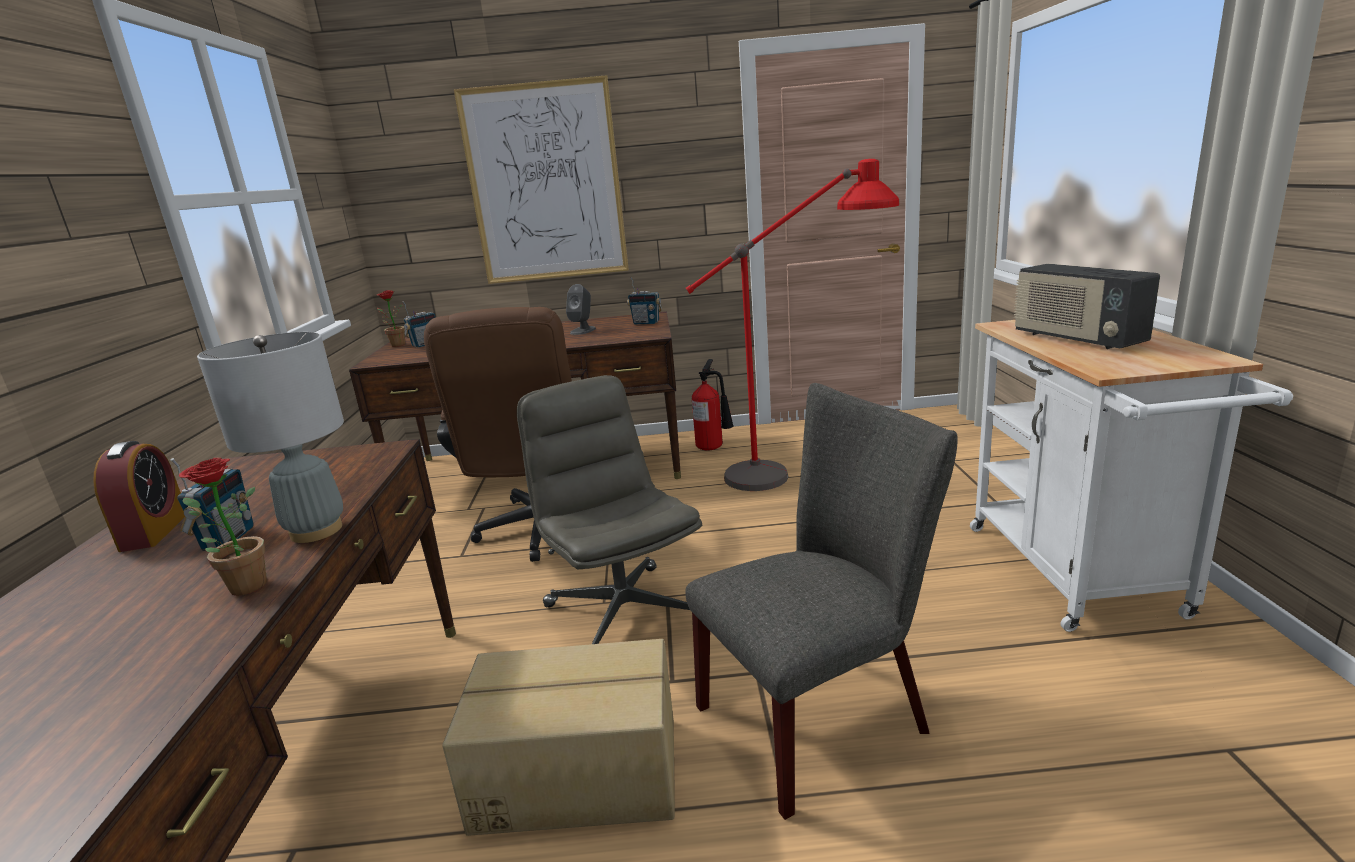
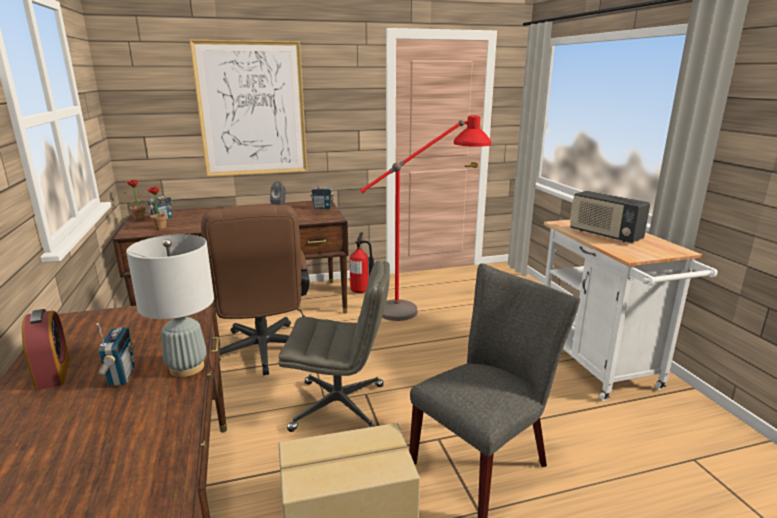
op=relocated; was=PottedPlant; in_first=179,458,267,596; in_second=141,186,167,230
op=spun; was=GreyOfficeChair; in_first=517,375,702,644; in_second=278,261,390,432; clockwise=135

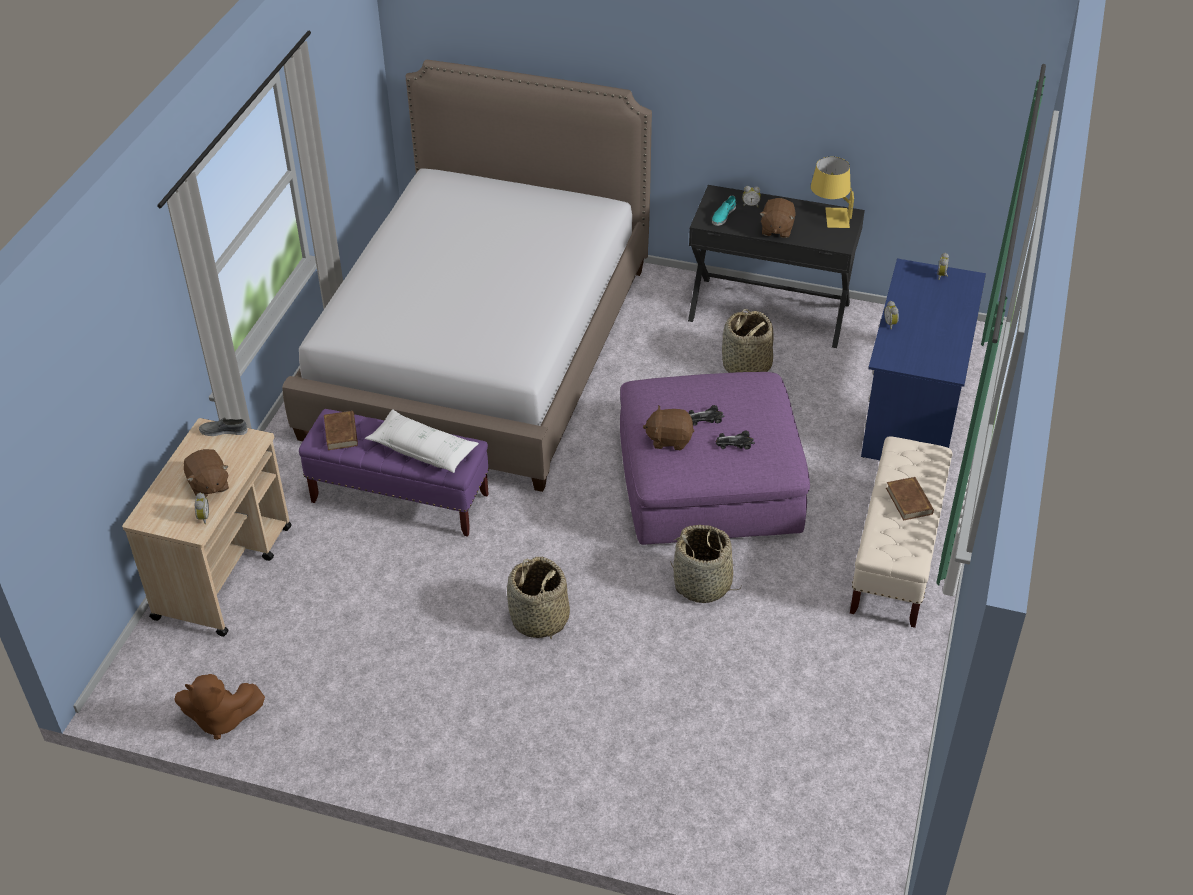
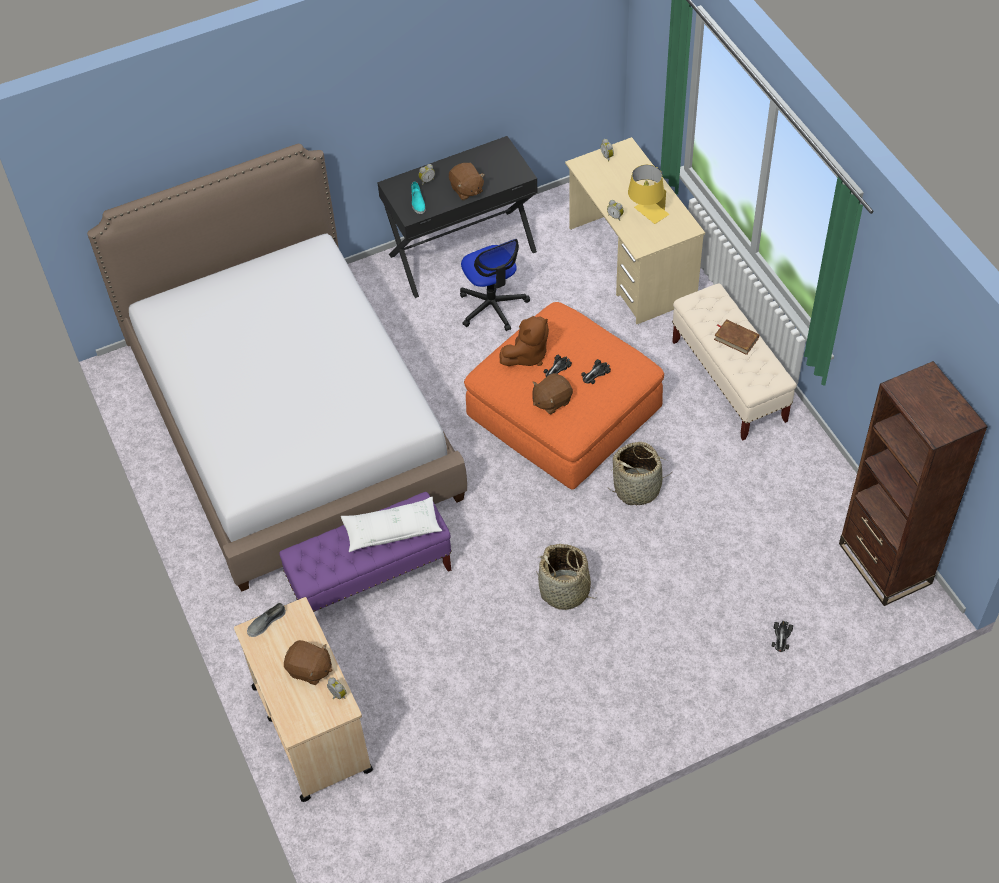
op=relocated; was=BrownPlushToy; in_first=174,674,265,740; in_second=500,316,549,366
op=missing; was=BrownBook; in_first=324,411,358,450
op=colour; was=PurpleOttoman; now=OrangeOttoman; in_first=620,372,810,545; in_second=464,302,664,490
op=exchanged; was=Basket; now=OfficeChair; in_first=722,309,773,373; in_second=460,239,530,331
op=relocated; was=YellowTableLamp; in_first=811,157,854,228; in_second=628,165,669,224
op=colour; was=BlueDesk; now=BeigeDesk; in_first=861,258,986,460; in_second=565,137,705,324
op=appeared; now=ToyCar; in_second=772,621,793,652
op=appeared; now=BrownBookcase; in_second=839,361,988,606

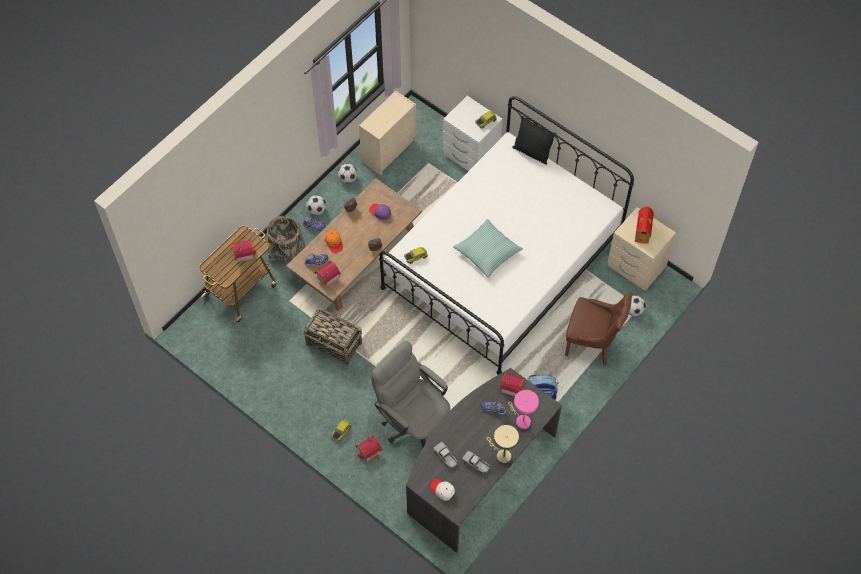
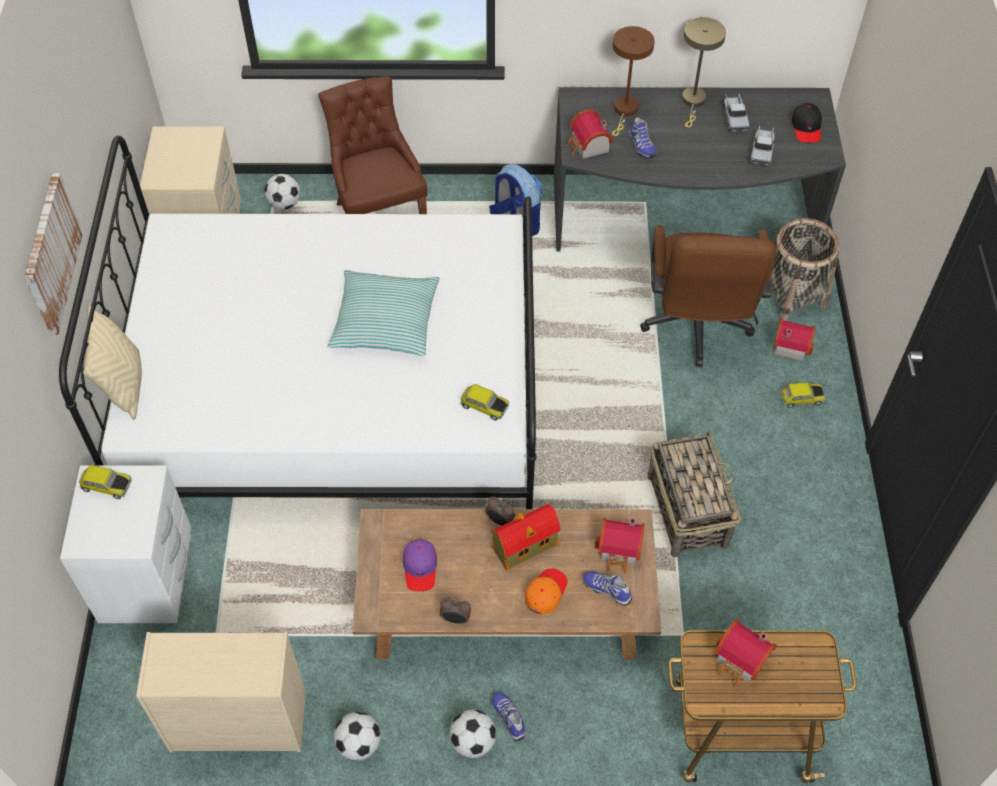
op=relocated; was=Basket; in_first=267,216,305,262; in_second=771,218,839,321
op=colour; was=GreyOfficeChair; now=BrownOfficeChair; in_first=371,341,450,447; in_second=640,225,777,367
op=colour; was=WhiteCap; now=BlackCap; in_first=430,479,455,501; in_second=792,103,822,143
op=colour; was=PinkTableLamp; now=BrownTableLamp; in_first=508,390,539,429; in_second=612,26,655,136
op=colour; was=BlackPillow; now=BeigePillow; in_first=512,116,556,165; in_second=83,303,142,420
op=relocated; was=ToyHouse; in_first=635,206,654,244; in_second=490,504,561,570
op=appeared; now=Picture; in_second=24,173,83,335

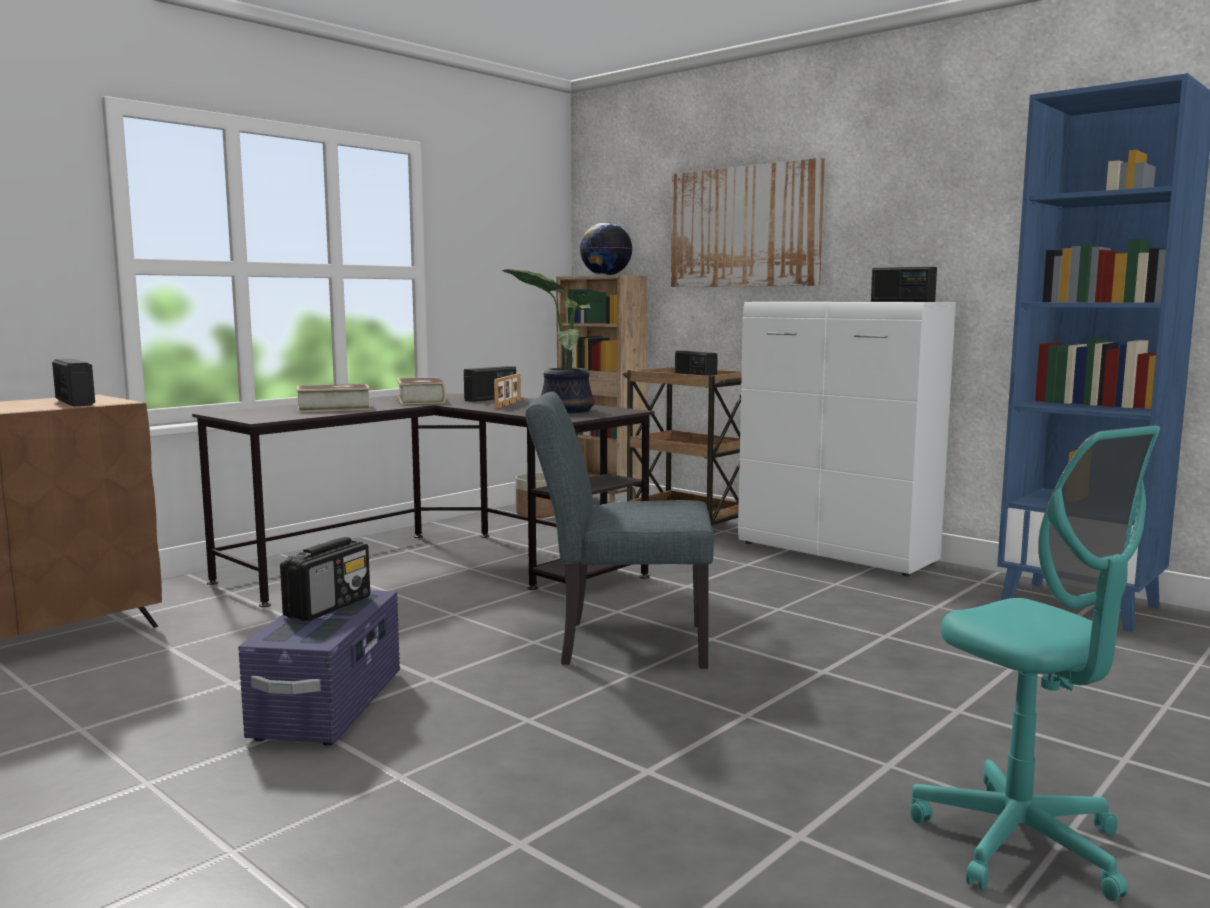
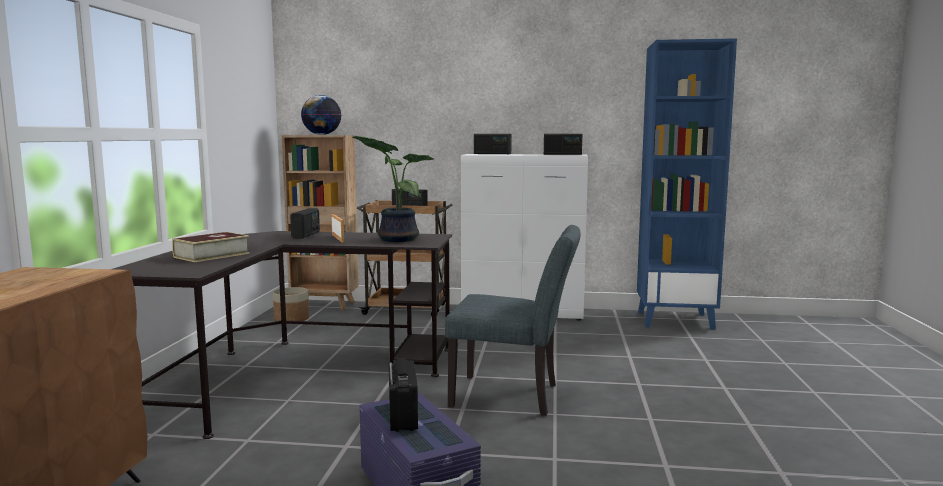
op=relocated; was=Radio; in_first=52,359,95,407; in_second=474,134,512,154
op=missing; was=Book; in_first=397,377,446,405
op=spun; was=GreyChair; in_first=525,392,714,669; in_second=445,225,581,416; clockwise=-135
op=missing; was=Picture; in_first=671,158,825,287
op=missing; was=TurquoiseOfficeChair; in_first=910,425,1160,901

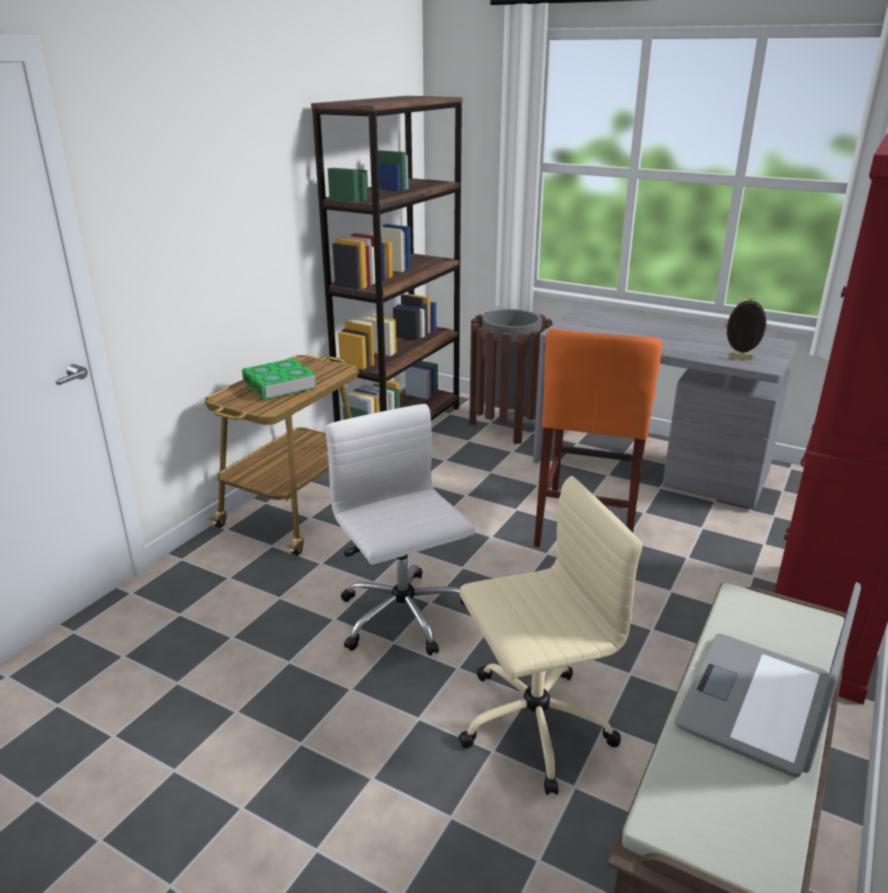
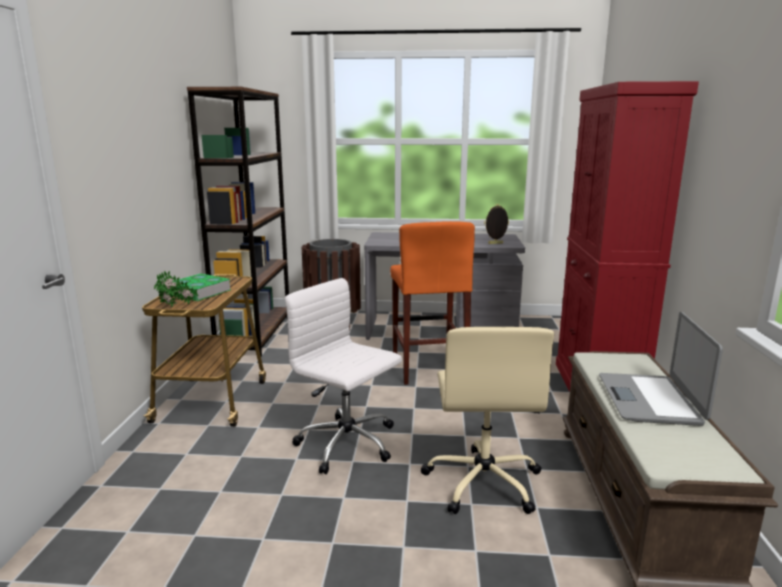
op=spun; was=BeigeOfficeChair; in_first=458,476,642,795; in_second=421,327,554,514; clockwise=135
op=appeared; now=PottedPlant; in_second=154,271,199,307

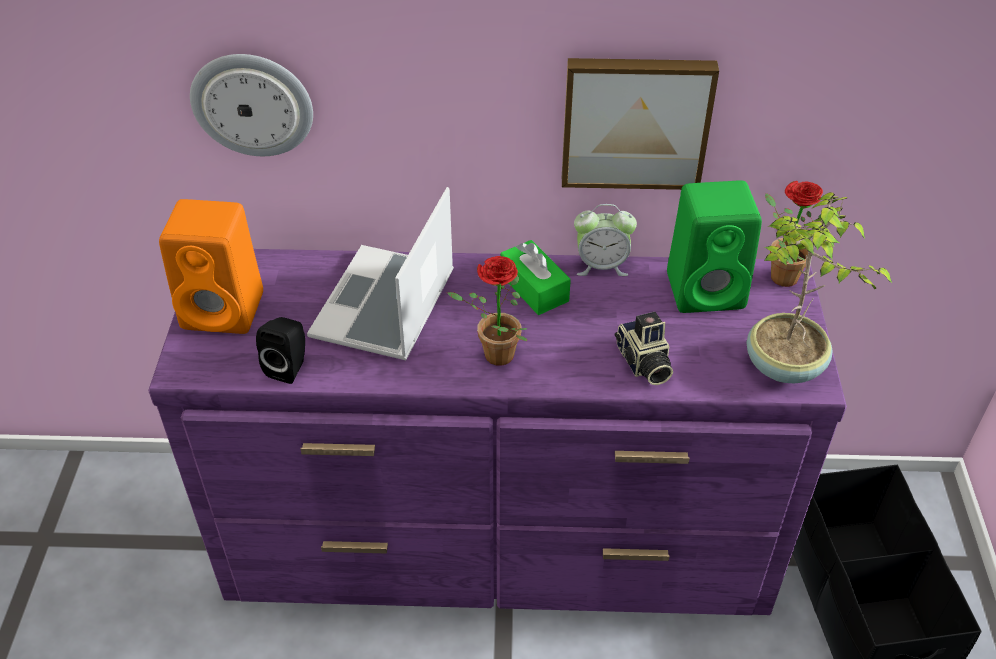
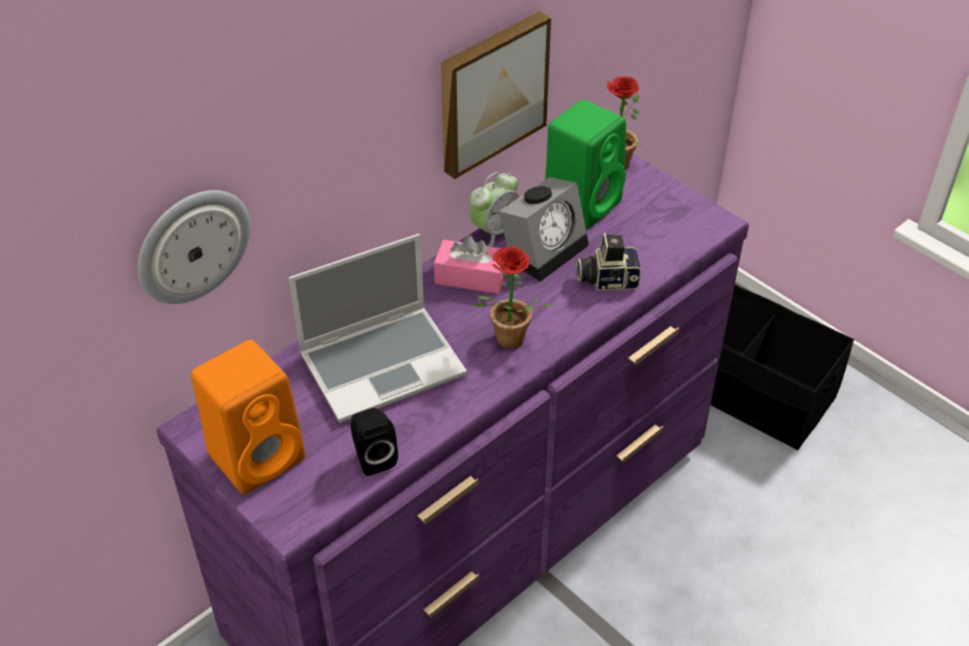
op=spun; was=Laptop; in_first=307,187,454,360; in_second=289,234,467,423; clockwise=-90
op=colour; was=GreenTissueBox; now=PinkTissueBox; in_first=501,240,571,315; in_second=434,236,506,294
op=spun; was=PhotoCamera; in_first=615,312,673,385; in_second=577,233,641,291; clockwise=150
op=missing; was=PottedPlant; in_first=747,192,892,383
op=appeared; now=AlarmClock; in_second=499,177,589,282

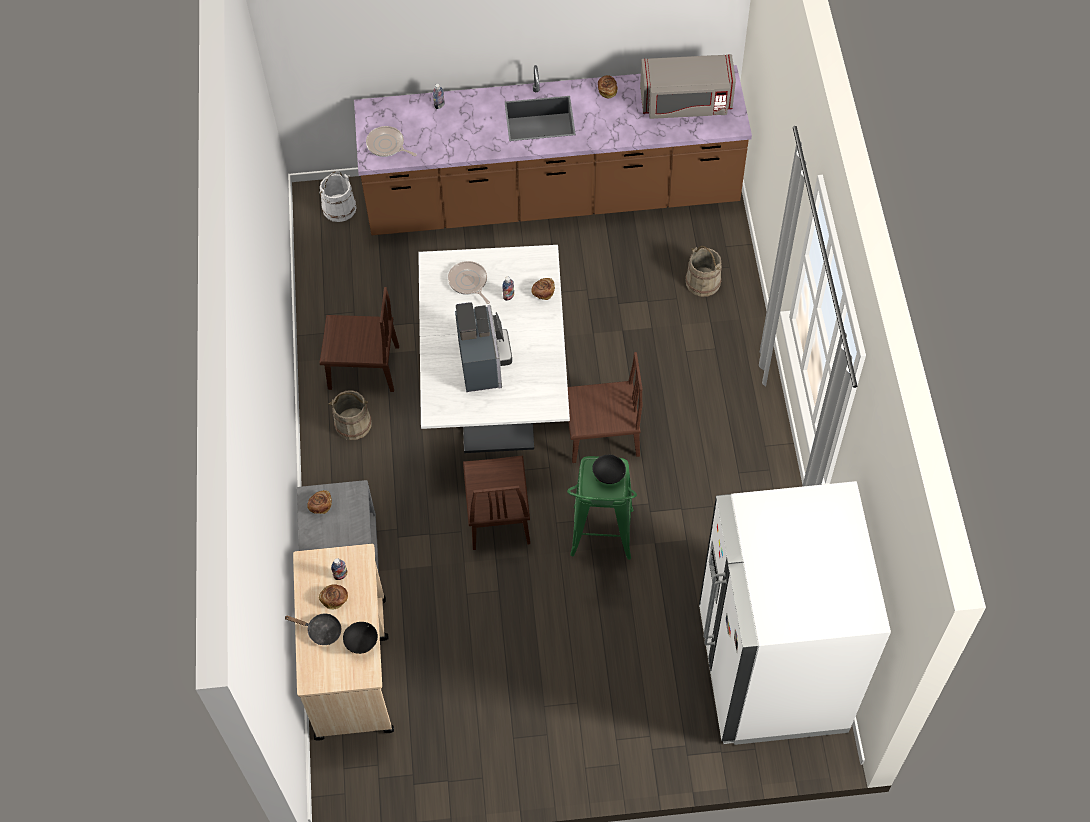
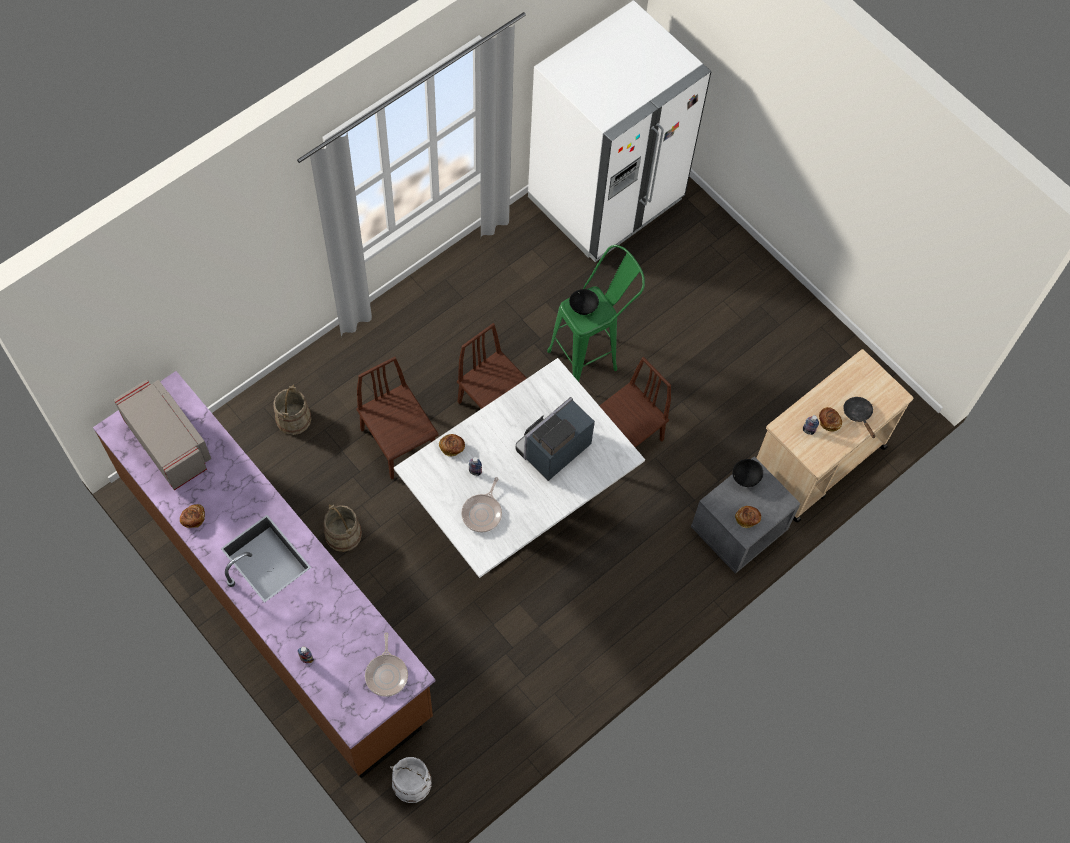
op=relocated; was=BrownChair; in_first=320,287,399,392; in_second=356,357,439,479
op=relocated; was=BeigeBucket; in_first=329,390,372,440; in_second=324,504,362,552
op=relocated; was=BlackBowl; in_first=343,622,378,654; in_second=732,459,763,487

